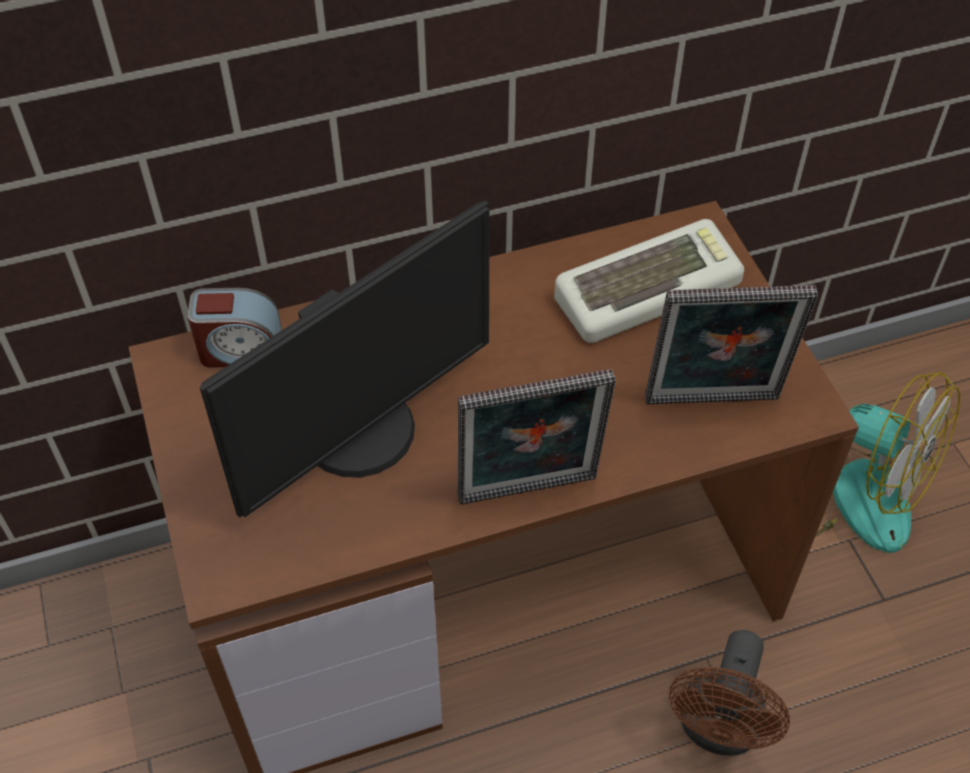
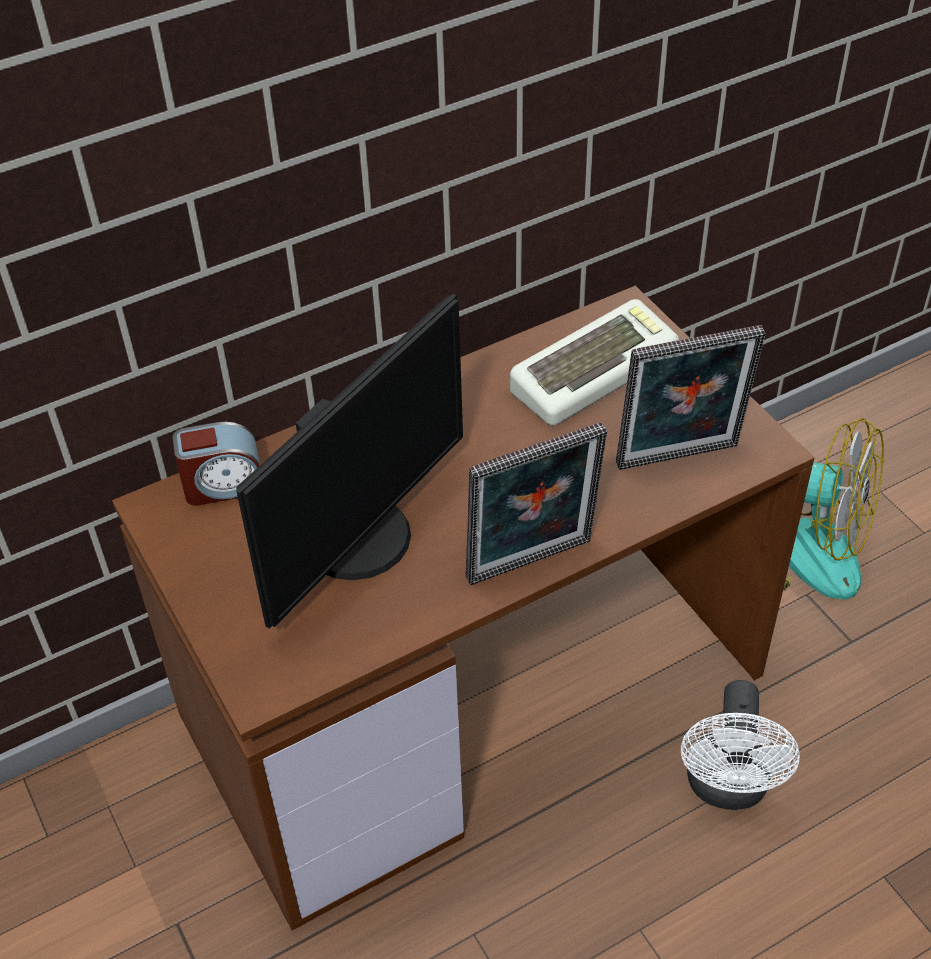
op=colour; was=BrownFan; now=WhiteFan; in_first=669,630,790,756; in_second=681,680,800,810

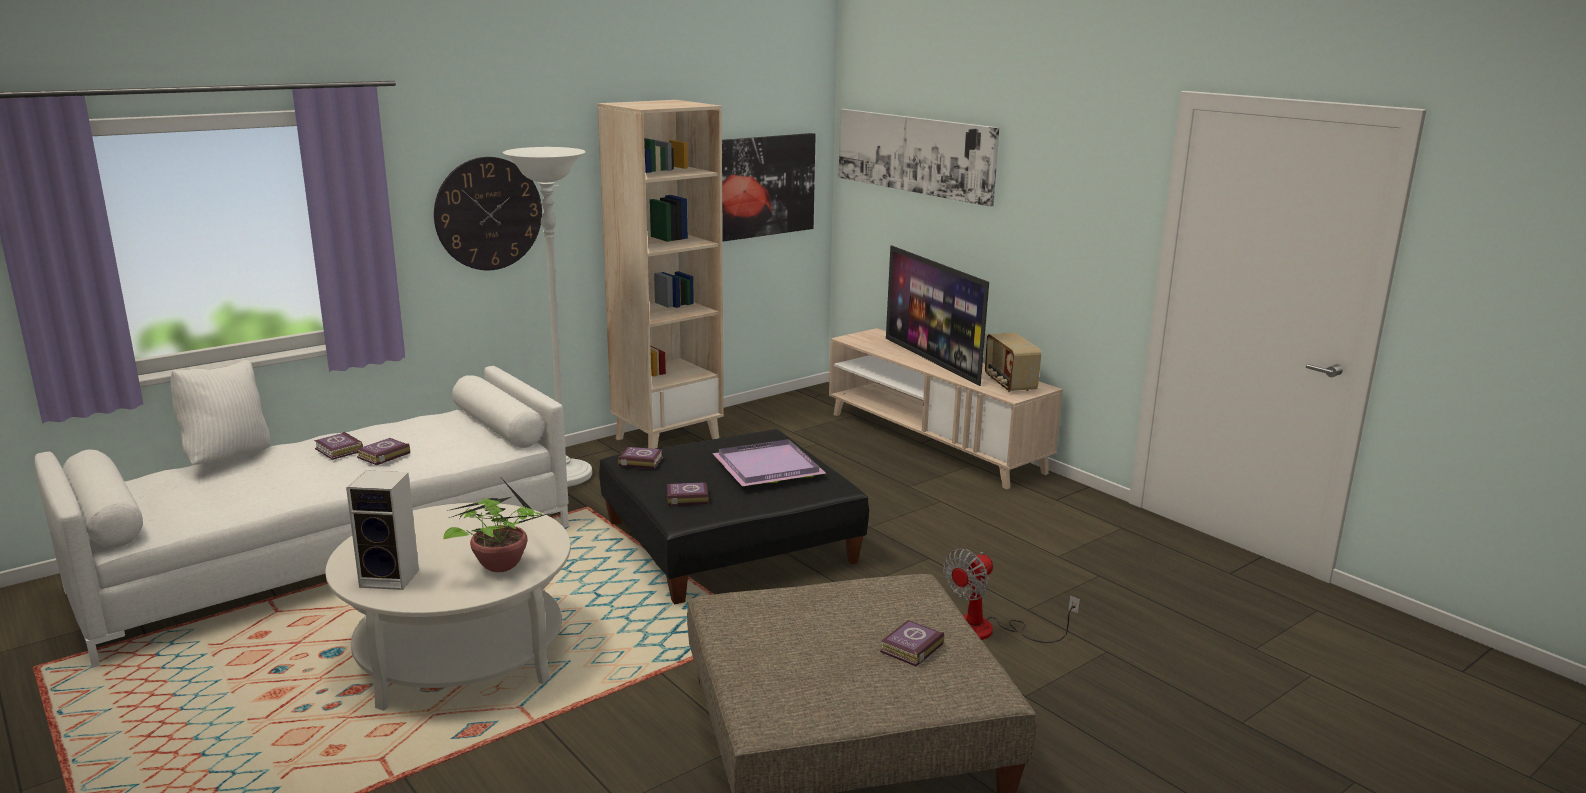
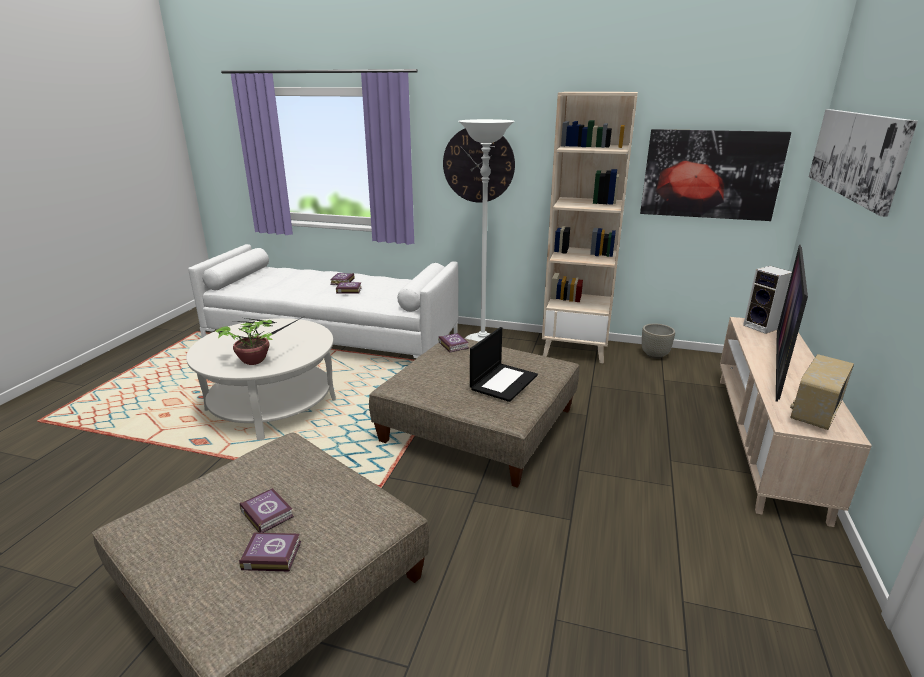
op=missing; was=WhitePillow; in_first=171,360,270,465
op=relocated; was=Speaker; in_first=346,470,419,590; in_second=743,266,792,334
op=colour; was=BlackOttoman; now=BeigeOttoman; in_first=599,429,869,604; in_second=369,338,579,488
op=relocated; was=Book; in_first=667,482,708,506; in_second=240,488,294,533
op=exchanged; was=PurpleTray; now=Laptop; in_first=712,439,826,486; in_second=470,327,538,402
op=missing; was=Fan; in_first=943,549,1080,643
op=appeared; now=GreyPlanter; in_second=642,323,675,359

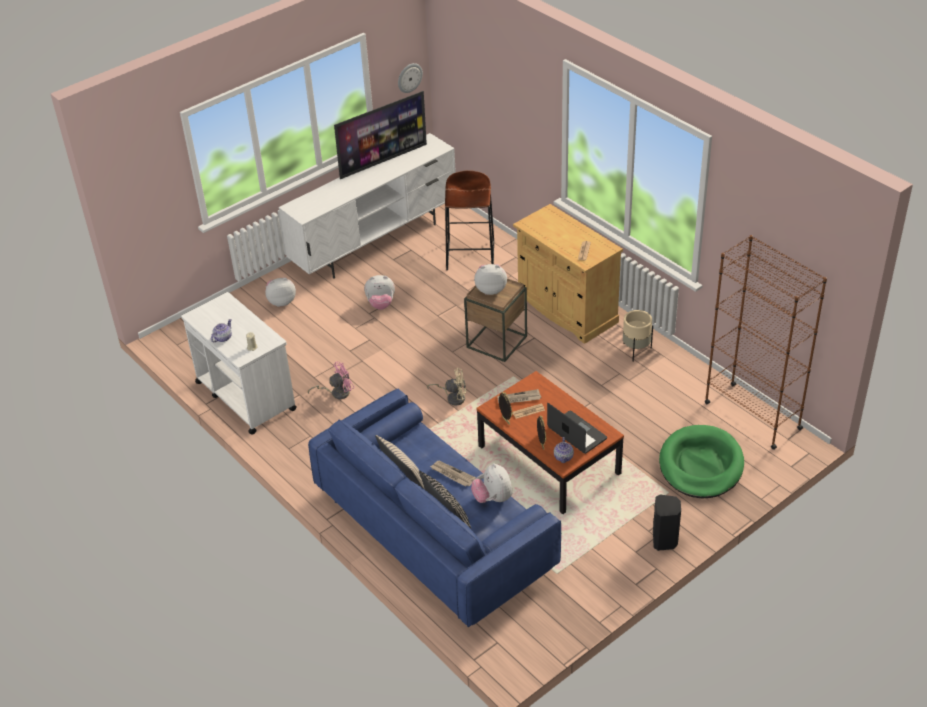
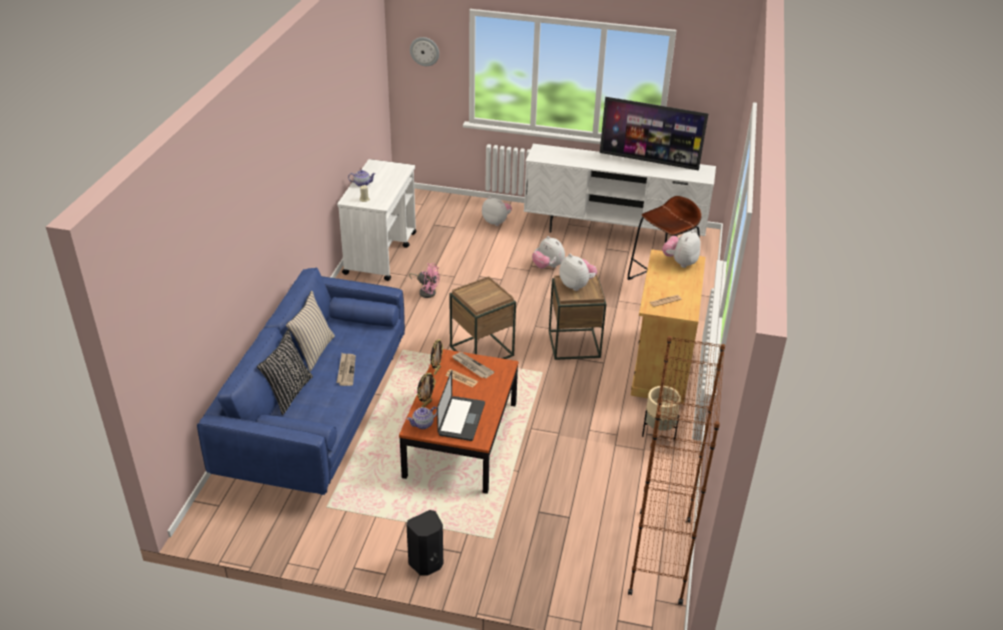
op=relocated; was=WallClock; in_first=398,63,423,93; in_second=410,37,439,66
op=exchanged; was=BeigeFan; now=BrownSideTable; in_first=427,368,466,406; in_second=449,276,516,359
op=relocated; was=PlushToy; in_first=471,463,513,503; in_second=662,230,701,268
op=missing; was=GreenDogBed; in_first=659,425,744,499

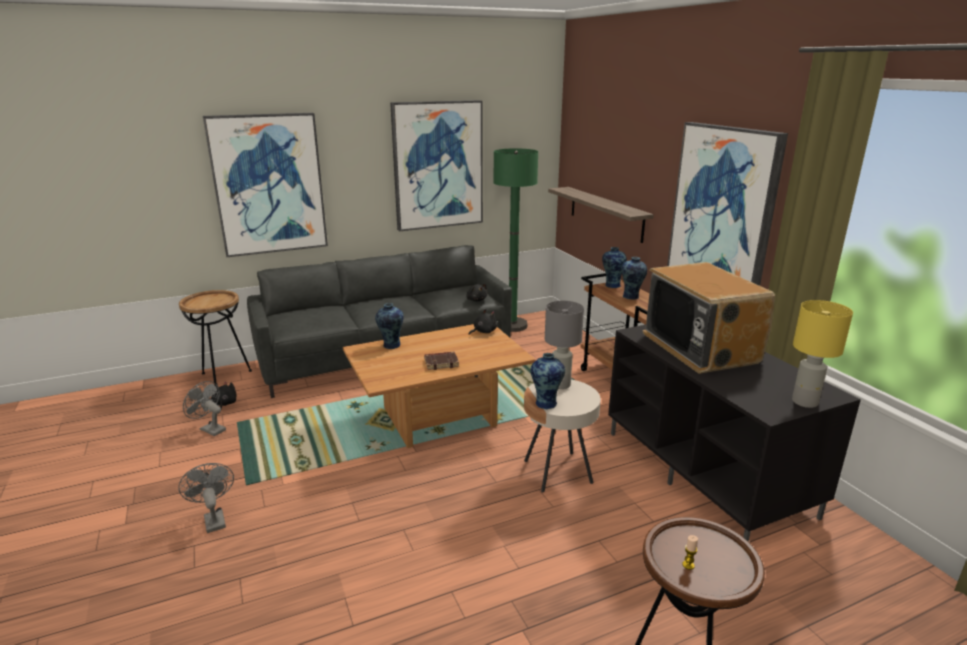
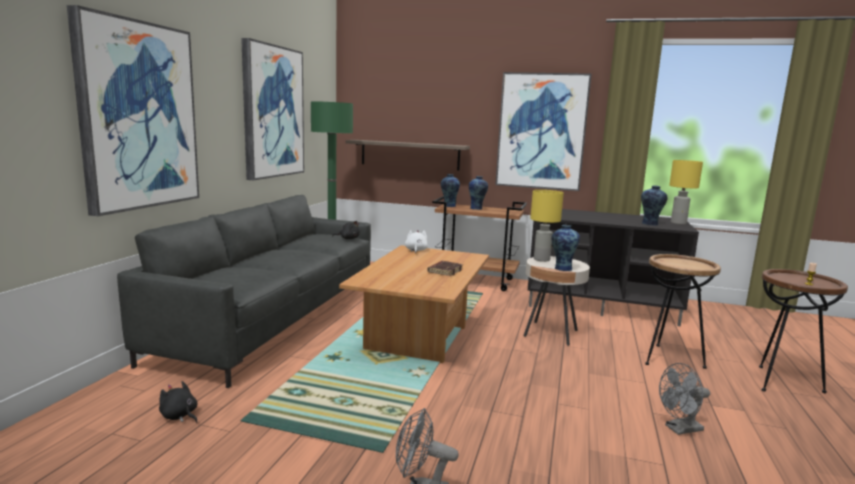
op=relocated; was=BrownSideTable; in_first=179,290,252,385; in_second=645,254,721,369
op=relocated; was=GreyFan; in_first=183,381,226,436; in_second=659,363,710,435
op=relocated; was=Vase; in_first=375,303,404,349; in_second=641,185,668,225
op=colour; was=BlackPlushToy; now=WhitePlushToy; in_first=469,309,497,335; in_second=405,230,428,253
op=colour; was=GreyTableLamp; now=YellowTableLamp; in_first=545,300,584,389; in_second=530,190,564,262
op=missing; was=Television; in_first=642,262,775,374

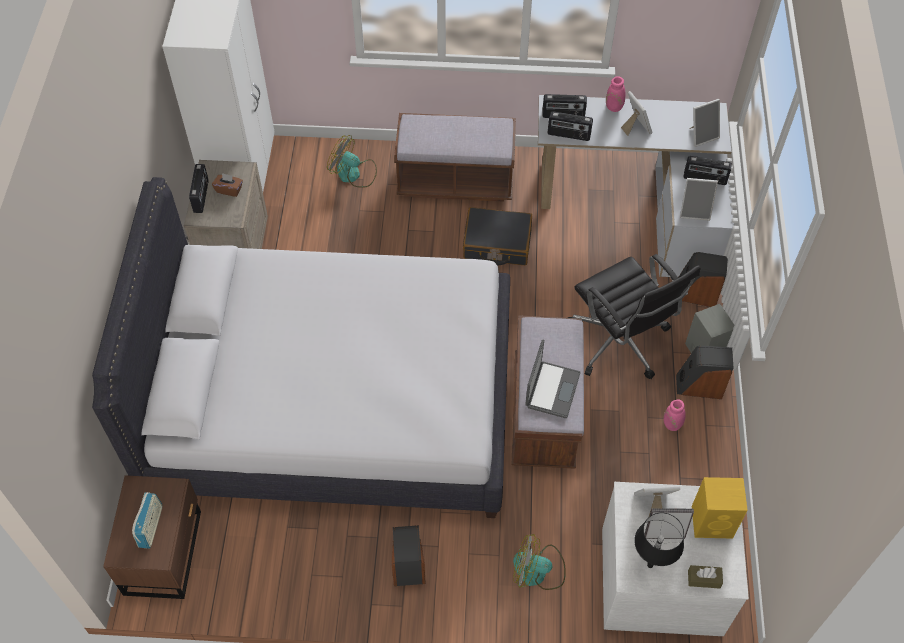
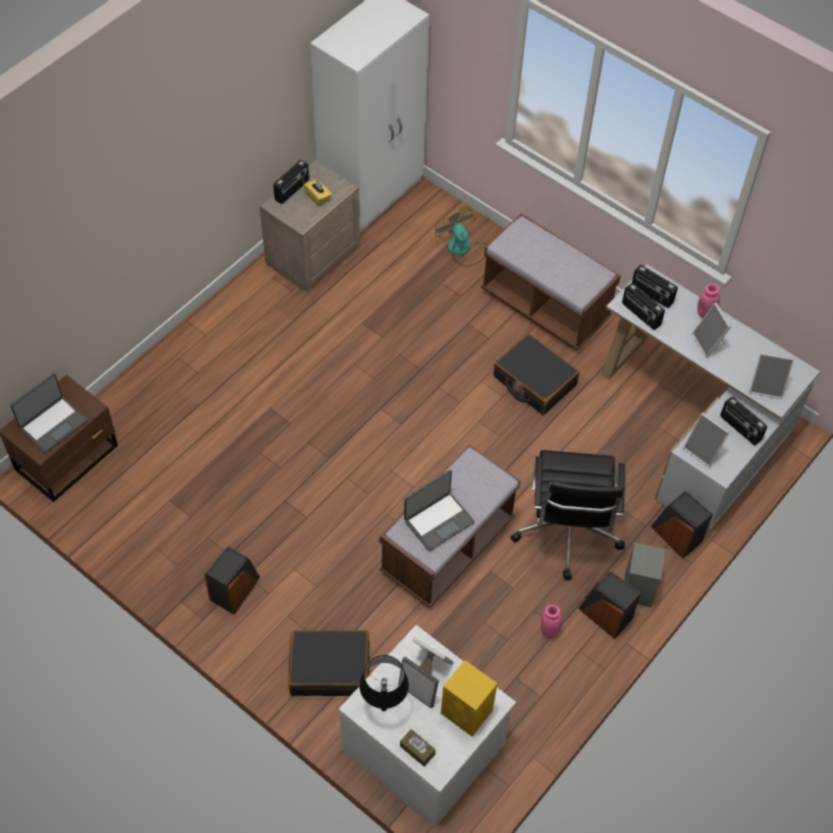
op=missing; was=WhiteBed; in_first=92,177,510,518
op=exchanged; was=Radio; now=Laptop; in_first=132,492,162,549; in_second=10,373,88,453
op=colour; was=BrownTissueBox; now=YellowTissueBox; in_first=212,173,243,197; in_second=303,179,332,206
op=exchanged; was=Fan; now=BlackSuitcase; in_first=513,534,566,590; in_second=288,629,369,696
op=spun; was=PictureFrame; in_first=621,91,652,136; in_second=692,303,731,358; clockwise=150

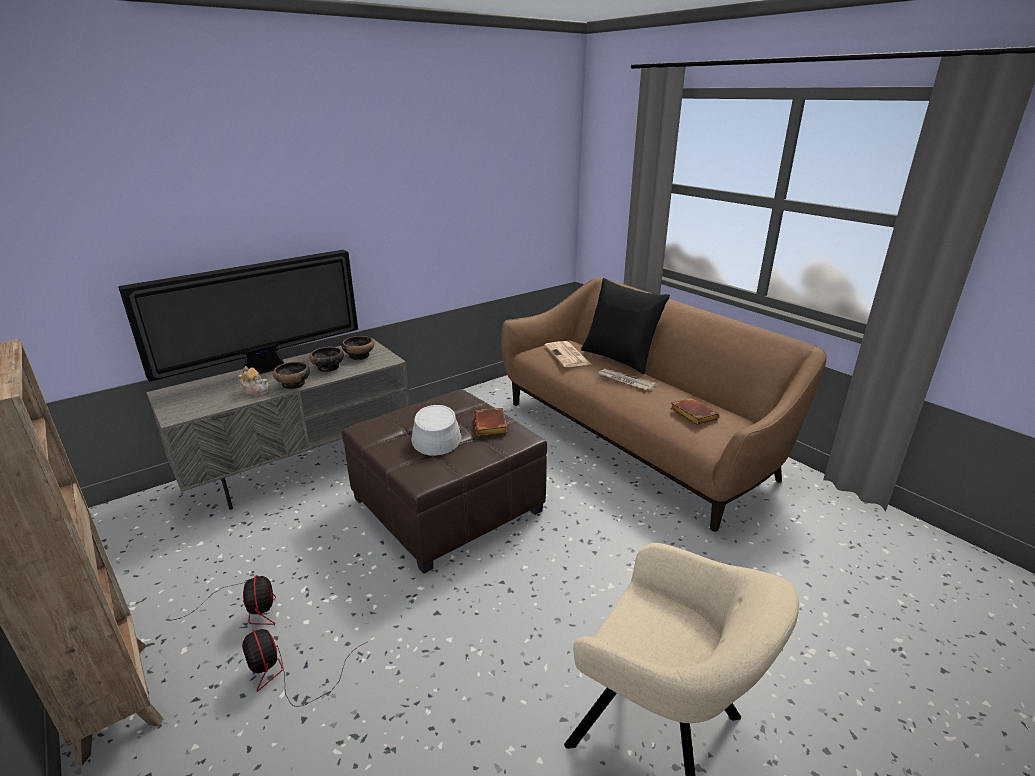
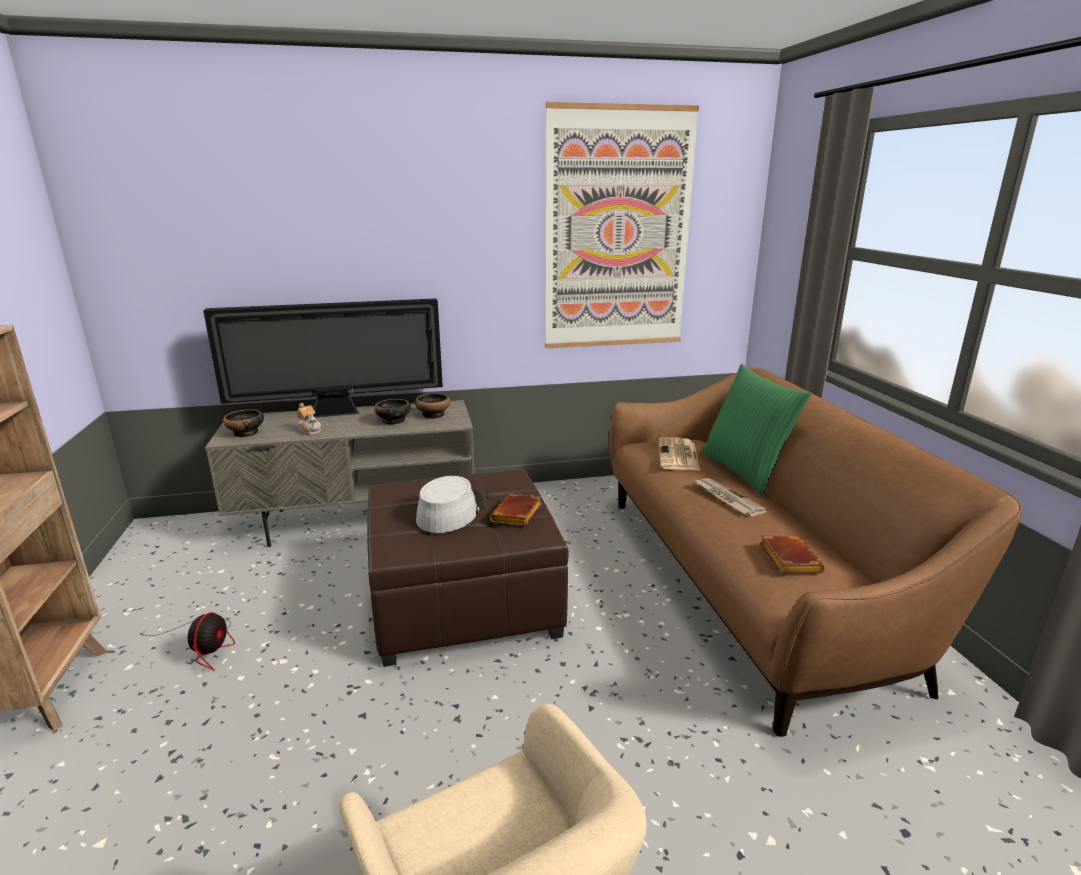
op=missing; was=Fan; in_first=242,629,367,707
op=relocated; was=Bowl; in_first=273,362,310,389; in_second=223,409,264,437
op=colour; was=BlackPillow; now=GreenPillow; in_first=581,278,670,374; in_second=701,364,812,495
op=appeared; now=Picture; in_second=545,102,699,348

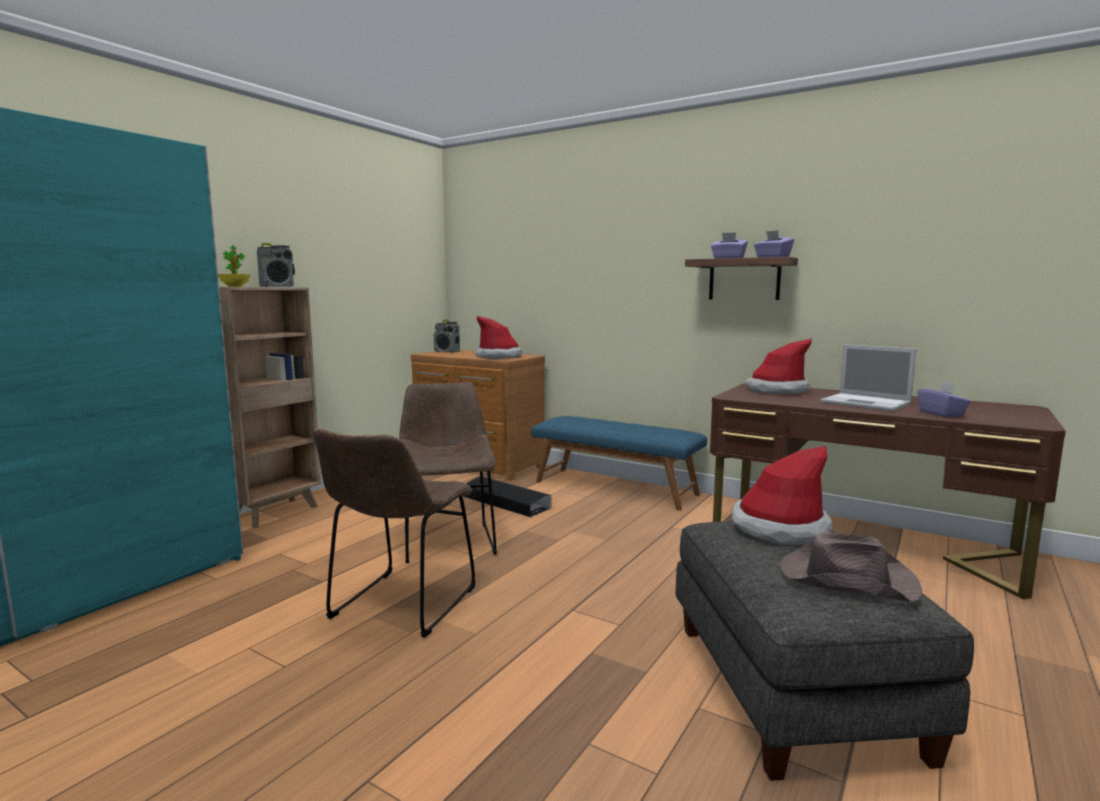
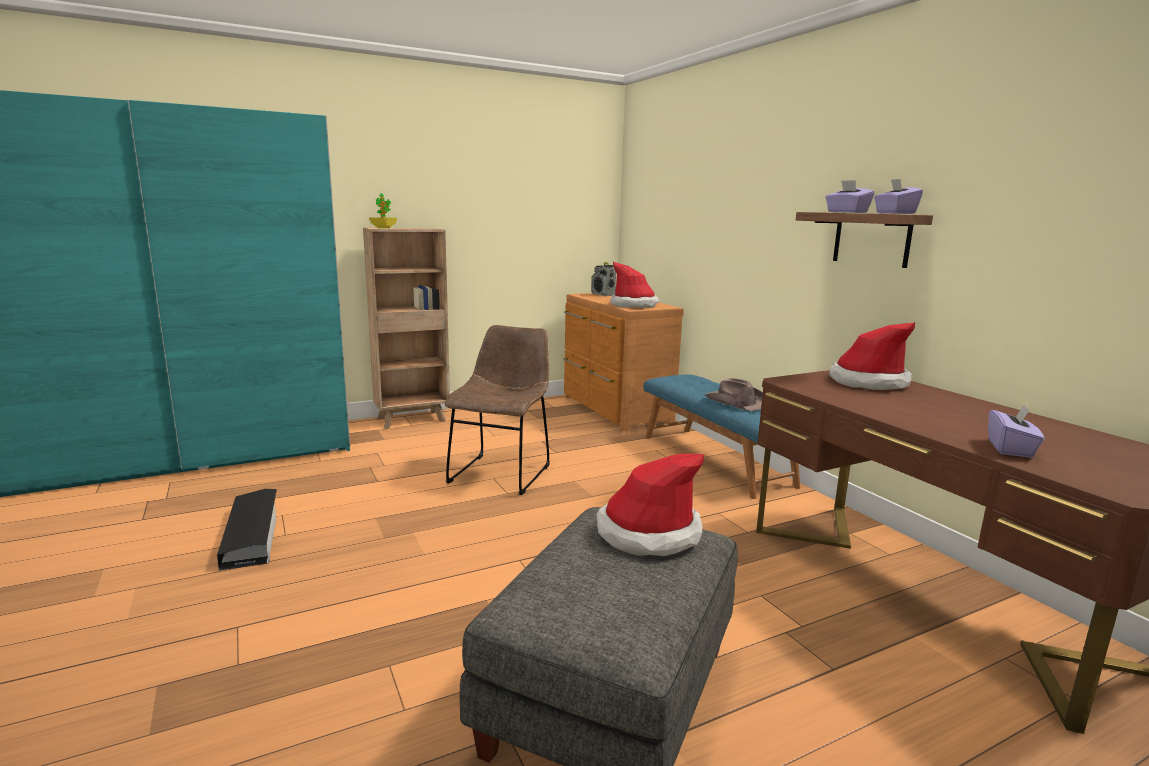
op=missing; was=Radio; in_first=257,243,295,287
op=missing; was=BrownChair; in_first=313,429,476,638
op=relocated; was=BlackStorageBox; in_first=462,477,551,517; in_second=217,489,277,571
op=relocated; was=BrownHat; in_first=779,532,922,602; in_second=704,378,763,411
op=missing; was=Laptop; in_first=820,344,916,412

